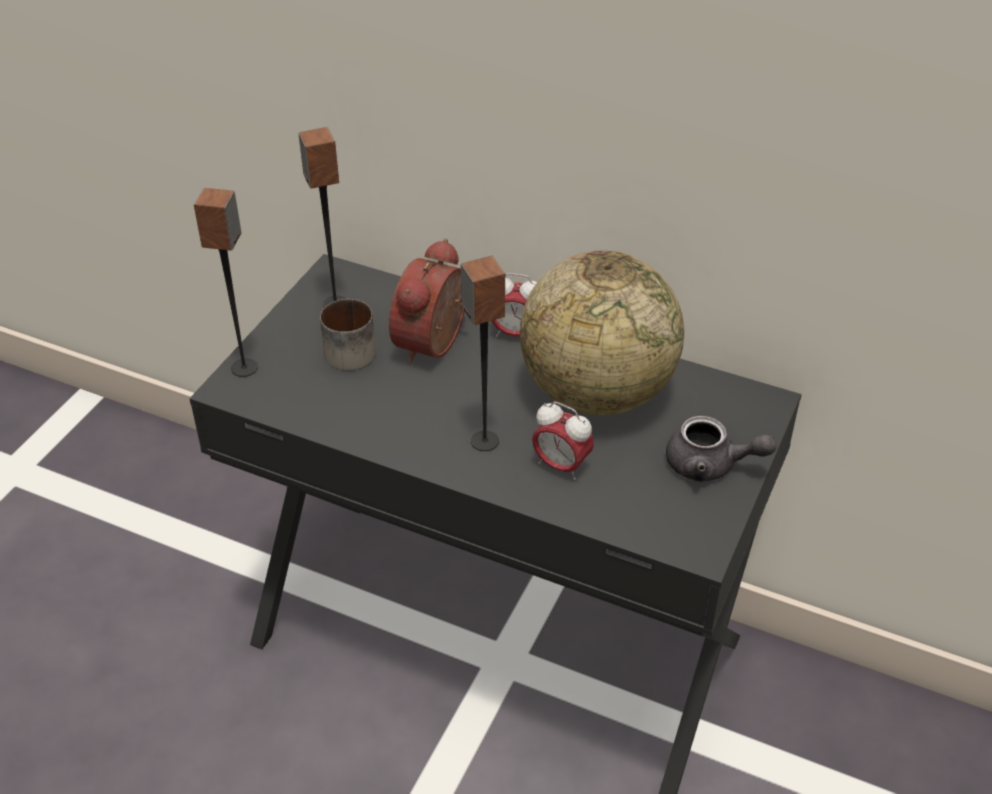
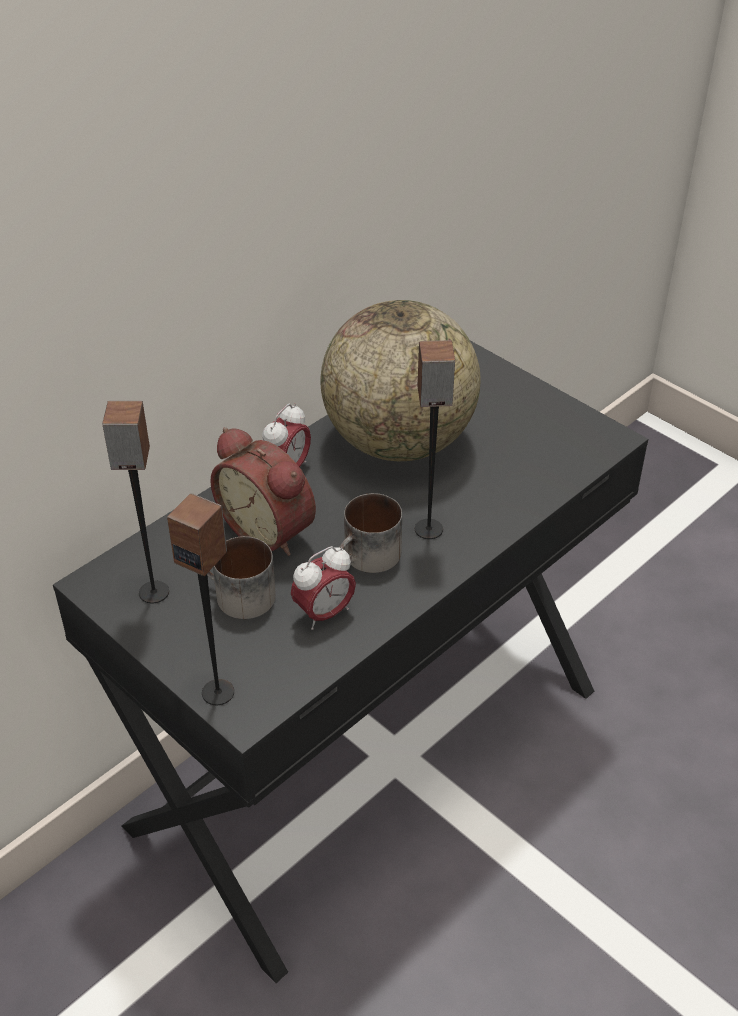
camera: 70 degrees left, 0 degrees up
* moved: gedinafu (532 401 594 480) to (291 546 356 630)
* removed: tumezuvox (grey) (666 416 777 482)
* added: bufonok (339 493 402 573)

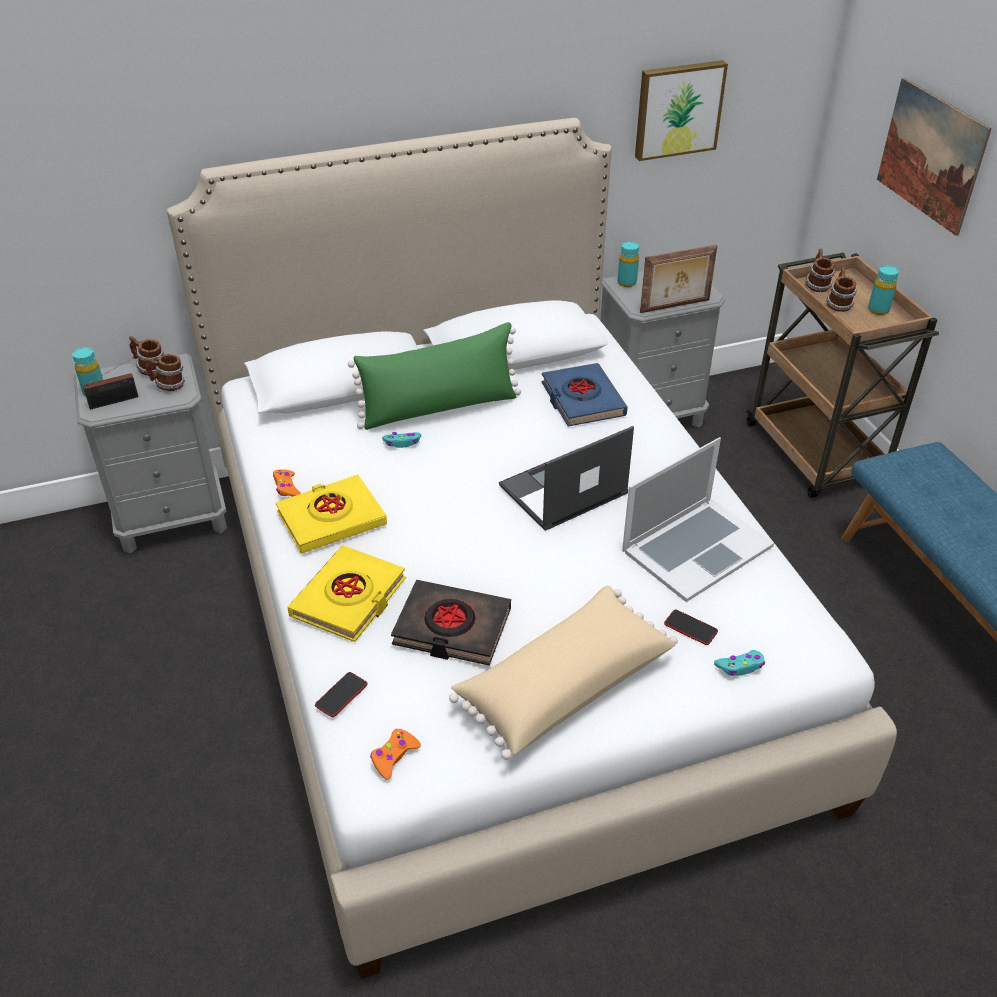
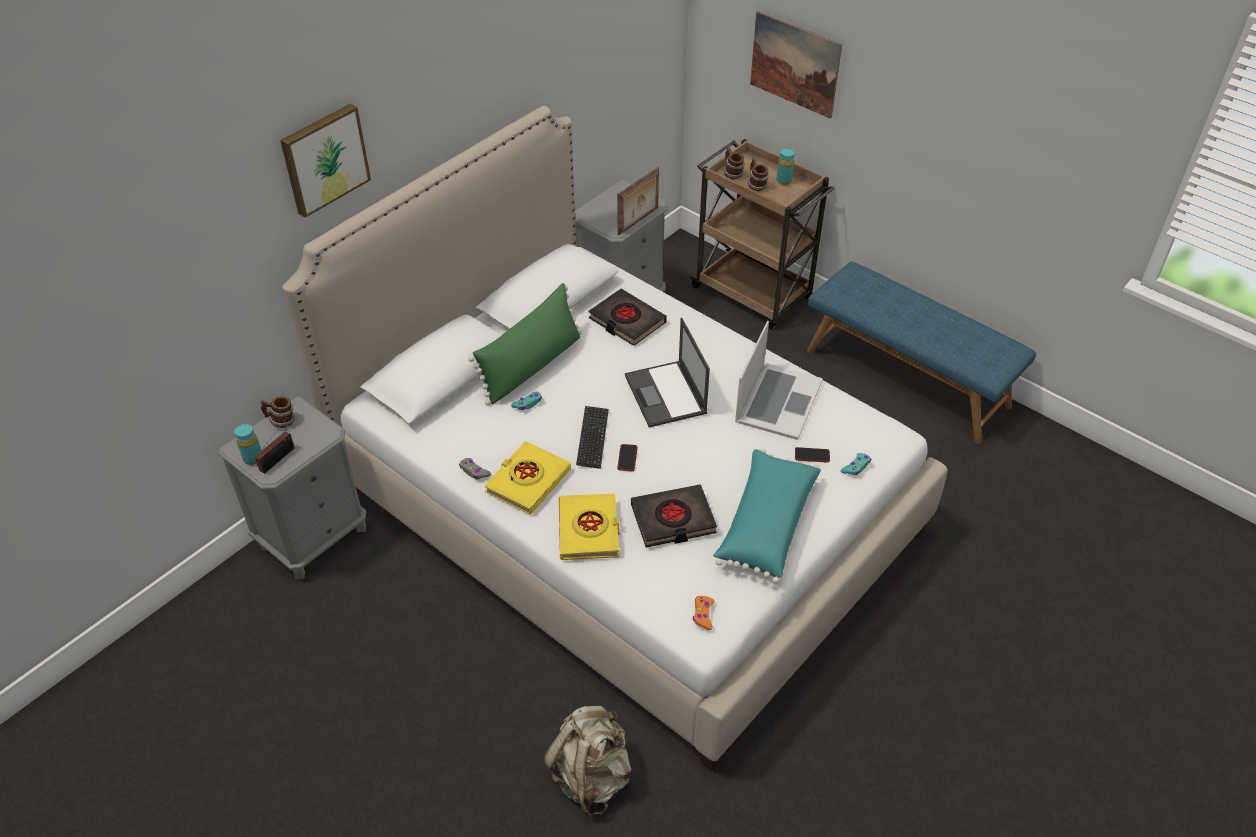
camera: 30 degrees left, 5 degrees up
* removed: bufonok (145 354 185 391)
* recoloured: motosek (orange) (273 469 301 497) to motosek (grey) (459 458 491 479)
* moved: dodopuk (315 672 368 717) to (617 444 638 471)
* recoloured: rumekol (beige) (449 586 678 760) to rumekol (turquoise) (713 449 821 584)
* turned: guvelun (499 426 634 531) = (625 318 710 428) 45 degrees counterclockwise
* recoloured: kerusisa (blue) (542 363 628 426) to kerusisa (black) (589 289 667 346)
* removed: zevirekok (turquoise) (617 241 639 287)
* moved: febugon (635 60 728 161) to (280 103 371 218)
* added: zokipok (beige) (544 706 631 816)
* added: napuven (576 406 609 469)

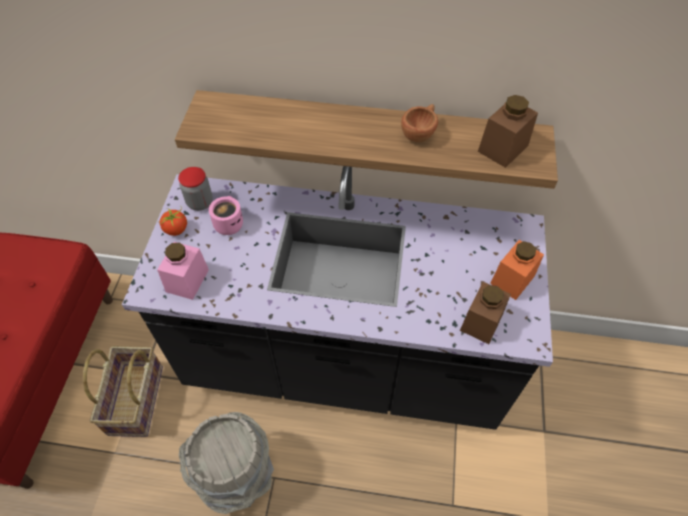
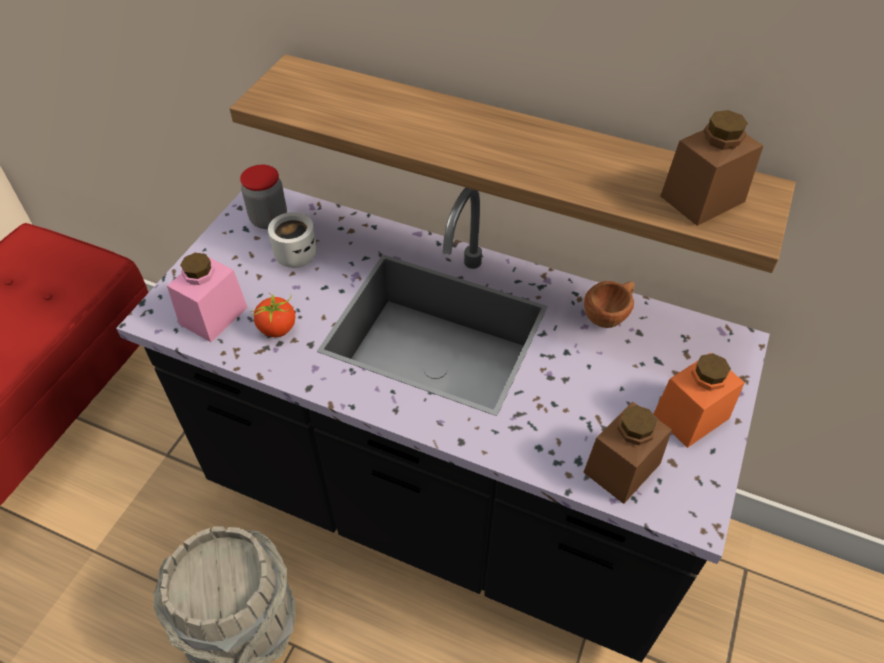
camera: 15 degrees right, 5 degrees down
* removed: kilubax (83 346 163 437)
* moved: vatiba (159 207 187 236) to (251 294 295 337)
* recoloured: bufonok (pink) (209 196 243 235) to bufonok (white) (268 212 317 268)
* moved: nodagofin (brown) (401 104 438 143) to (584 281 635 328)

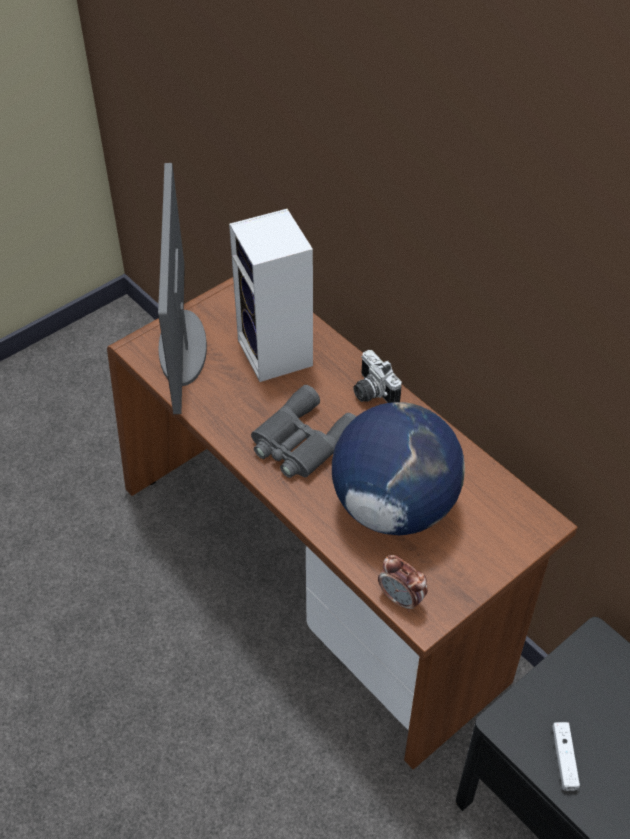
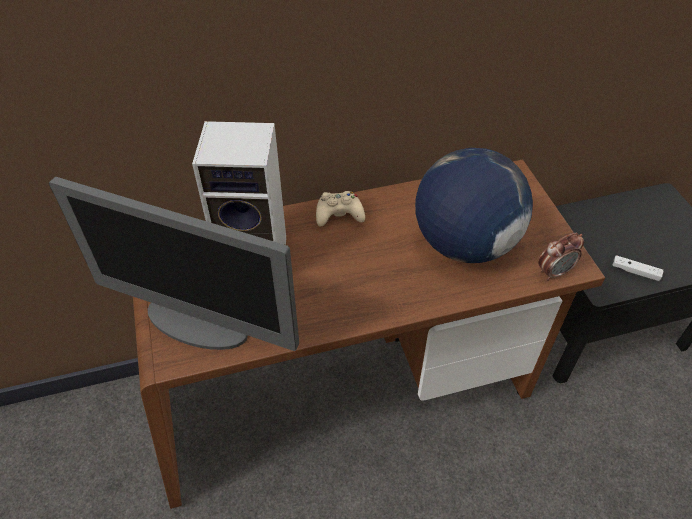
camera: 65 degrees left, 0 degrees up
* removed: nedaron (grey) (251 385 356 478)
* replaced: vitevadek (353 350 402 403) to motosek (beige) (316 191 365 226)

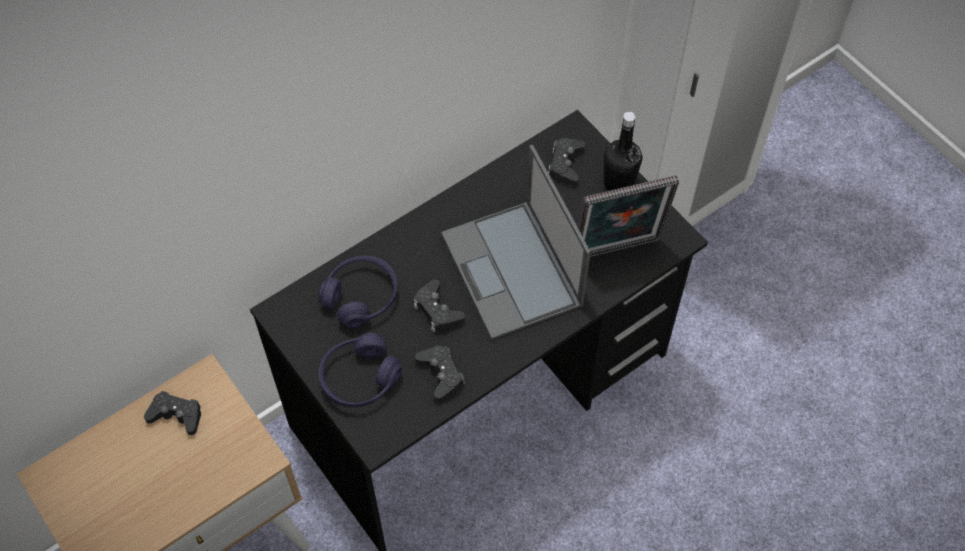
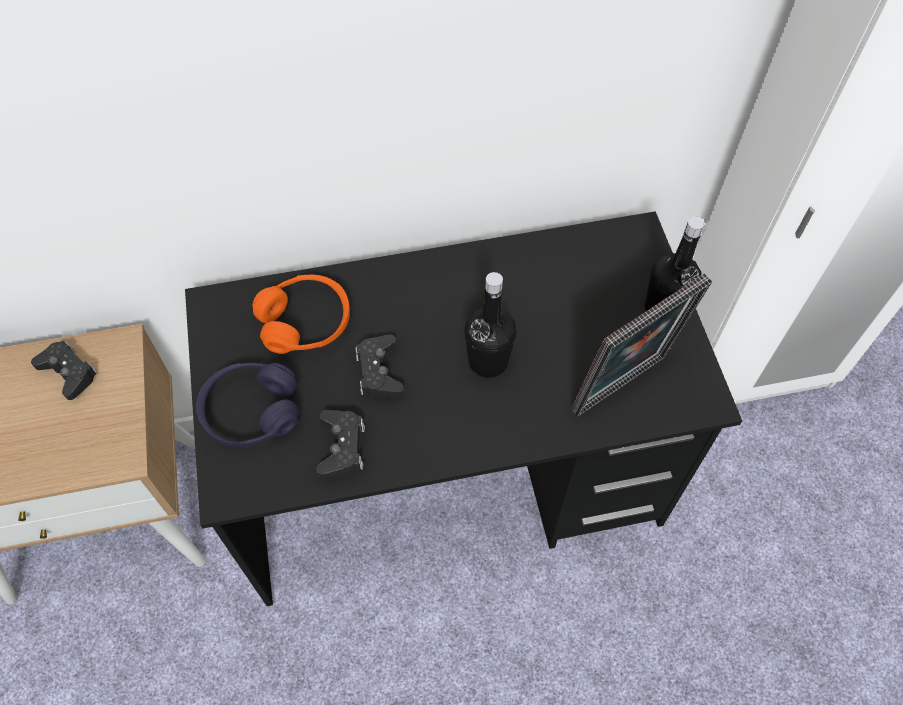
camera: 25 degrees right, 0 degrees up
* recoloured: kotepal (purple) (318 256 398 328) to kotepal (orange) (253 275 350 354)
* replaced: guvelun (441 145 591 340) to zevirekok (black) (465 272 517 378)
* removed: motosek (black) (548 138 585 185)
* turned: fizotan (578 175 679 257) = (571 273 712 417) 45 degrees counterclockwise

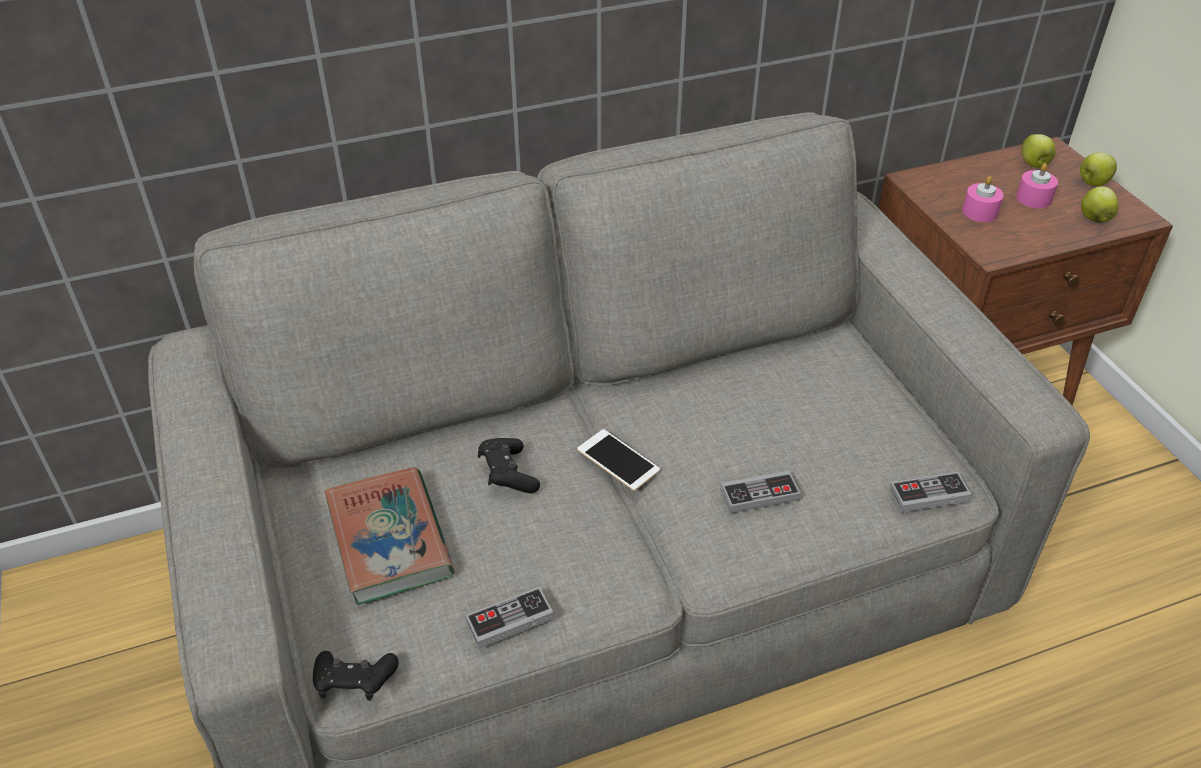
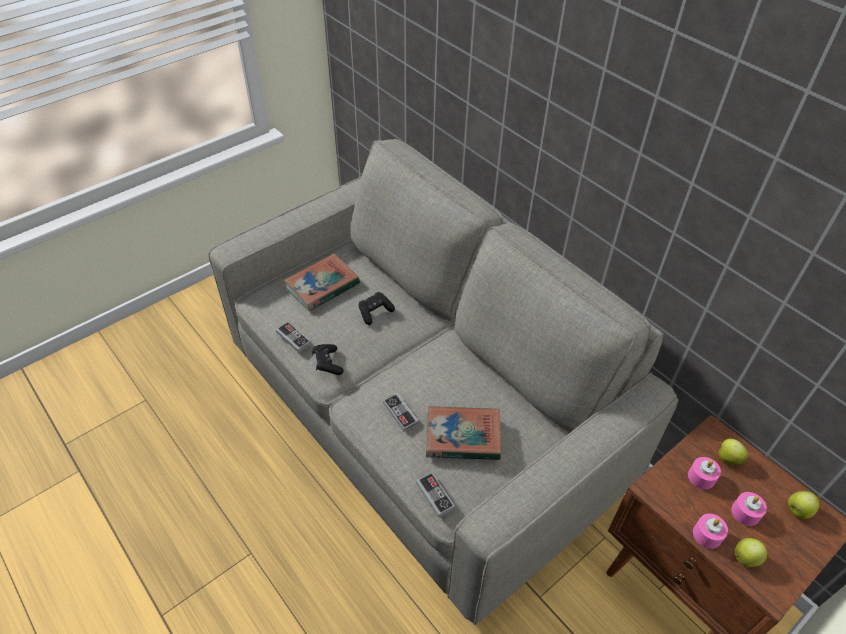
camera: 70 degrees right, 5 degrees up
* moved: motosek (black) (313 651 399 701) to (312 344 344 375)
* removed: dodopuk (577 429 660 491)
* moved: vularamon (1080 152 1117 186) to (718 439 748 466)
* added: kerusisa (426 406 501 460)
* added: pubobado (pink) (693 514 728 549)

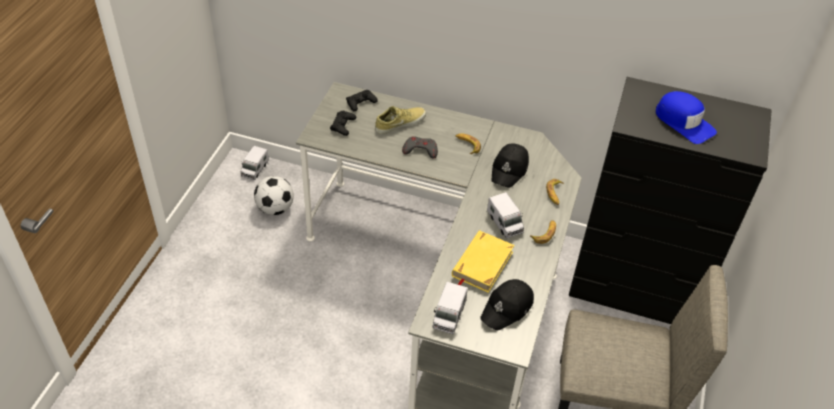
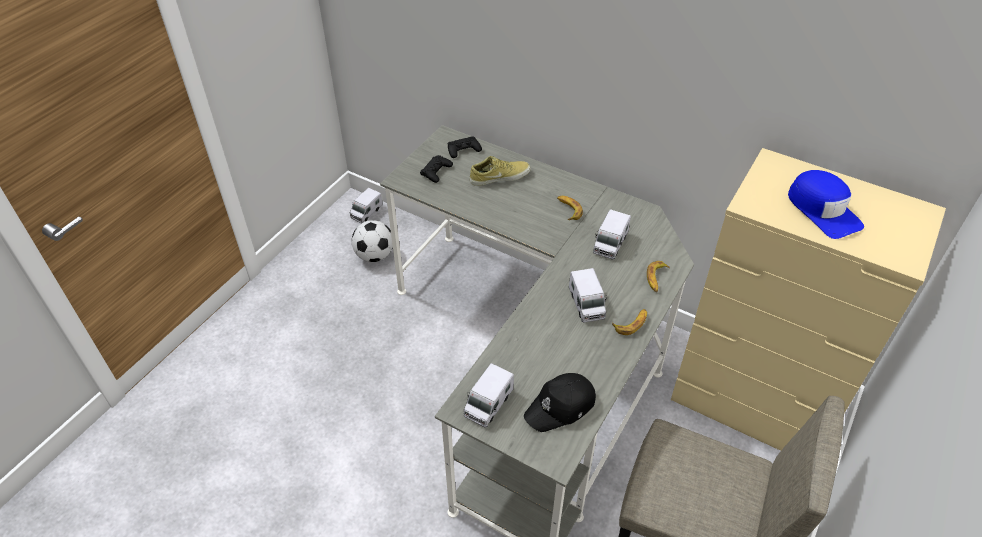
camera: 15 degrees right, 0 degrees up
* removed: motosek (grey) (402 136 438 158)
* removed: kerusisa (yellow) (452 230 514 293)
* replaced: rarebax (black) (492 143 529 188) to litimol (593 209 631 260)
* recoloured: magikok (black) (569 77 772 324) to magikok (beige) (671 148 946 451)

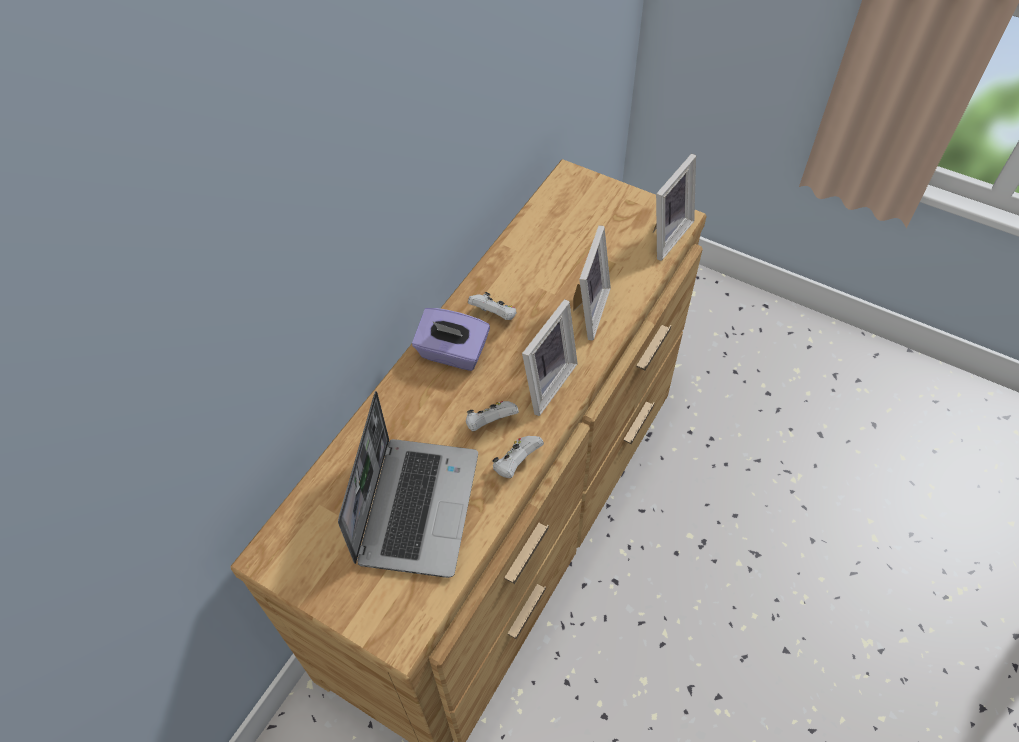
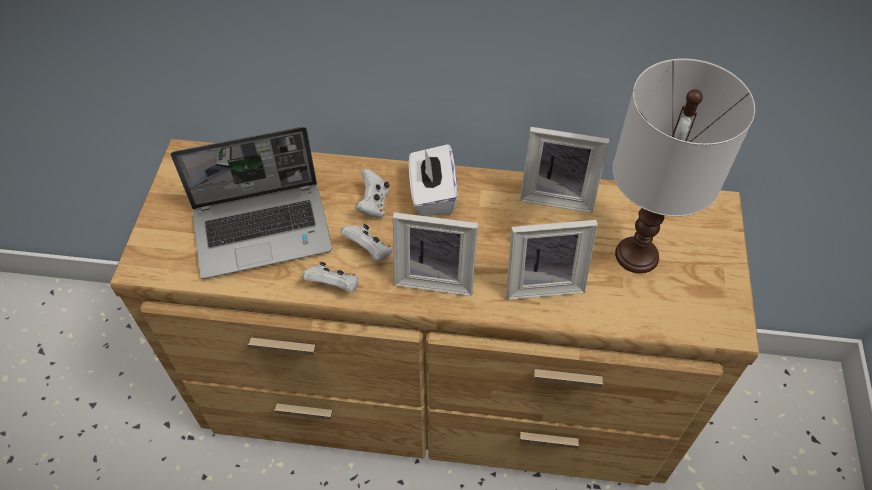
camera: 65 degrees right, 0 degrees up
* recoloured: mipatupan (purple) (412 308 490 371) to mipatupan (white) (409 144 457 216)
* moved: motosek (white) (468 292 517 320) to (355 169 389 218)
* moved: fizotan (653 154 696 261) to (520 127 610 213)
* added: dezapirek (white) (613 58 755 273)

